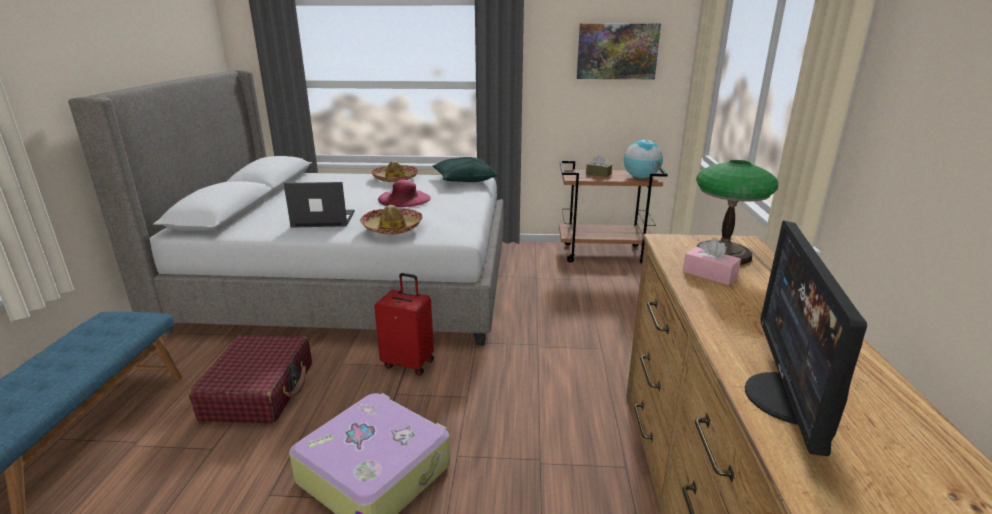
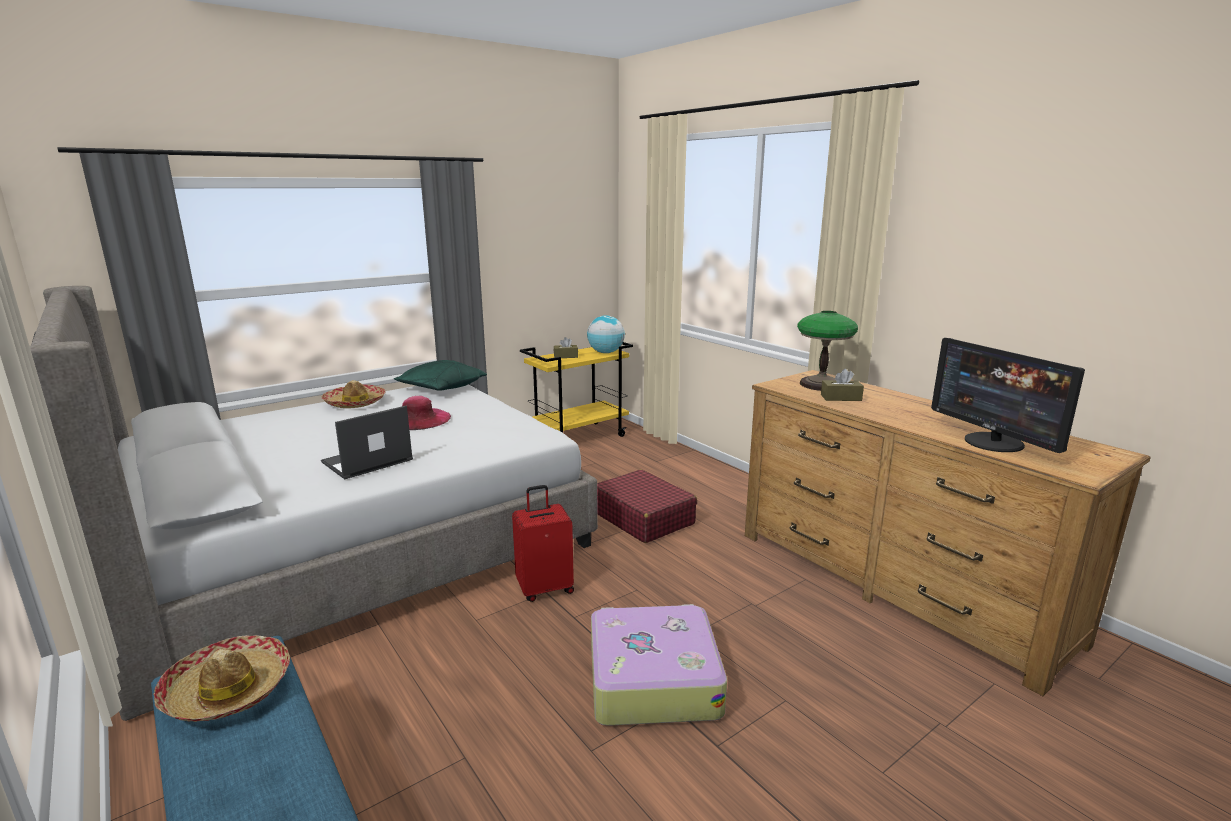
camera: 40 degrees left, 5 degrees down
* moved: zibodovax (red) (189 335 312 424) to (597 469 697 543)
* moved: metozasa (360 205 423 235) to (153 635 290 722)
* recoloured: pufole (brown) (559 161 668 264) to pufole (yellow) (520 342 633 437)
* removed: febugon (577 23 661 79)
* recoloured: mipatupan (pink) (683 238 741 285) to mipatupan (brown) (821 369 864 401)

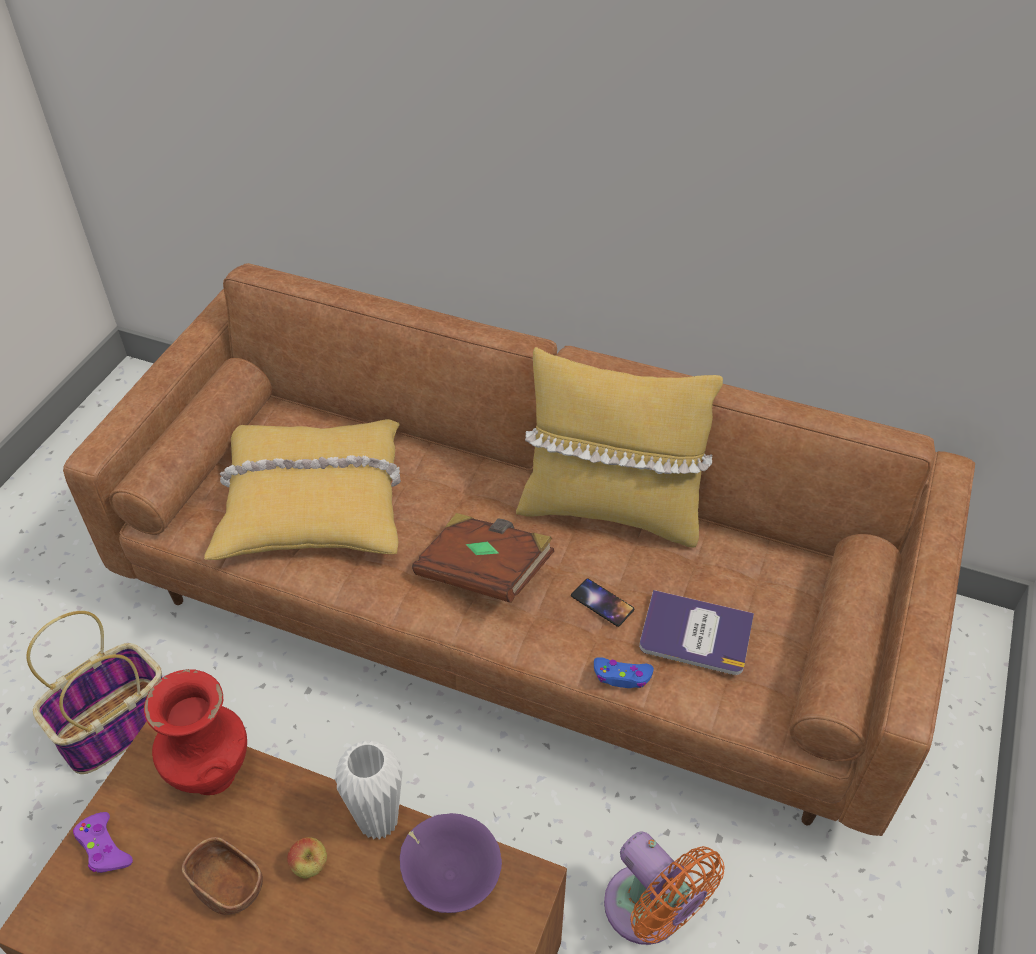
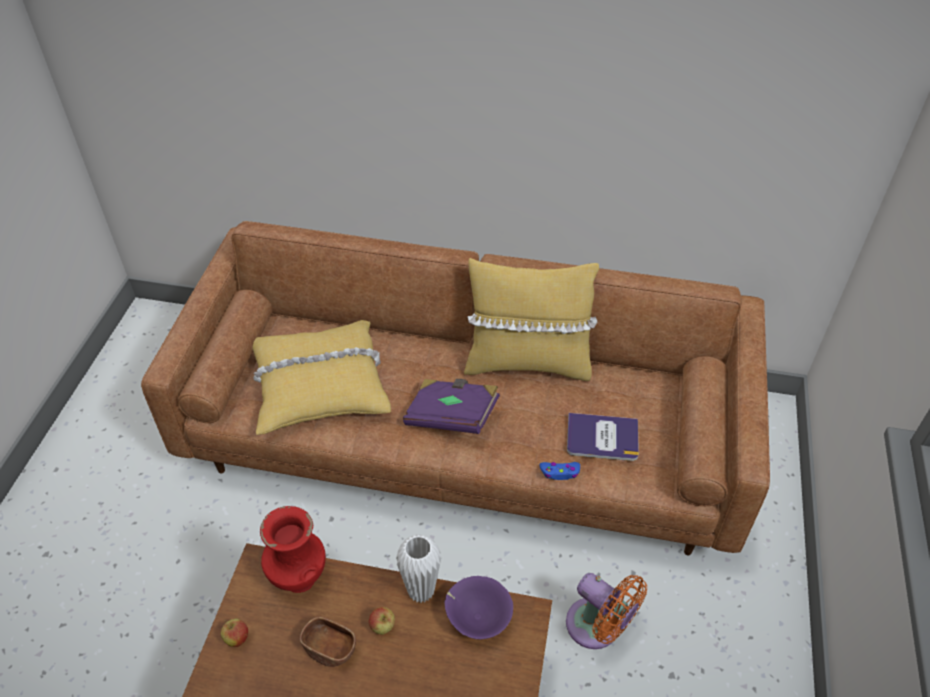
camera: 10 degrees left, 0 degrees up
* removed: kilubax (26 611 162 774)
* replaced: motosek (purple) (73 812 133 873) to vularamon (221 618 248 647)
* recoloured: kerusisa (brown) (412 513 554 603) to kerusisa (purple) (403 379 500 434)
* removed: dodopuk (571 578 634 627)

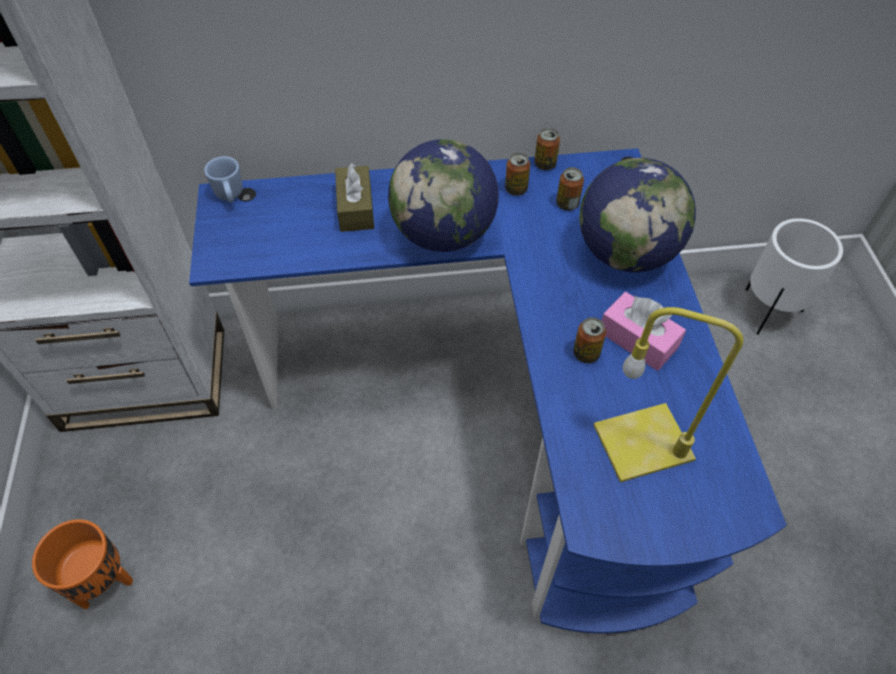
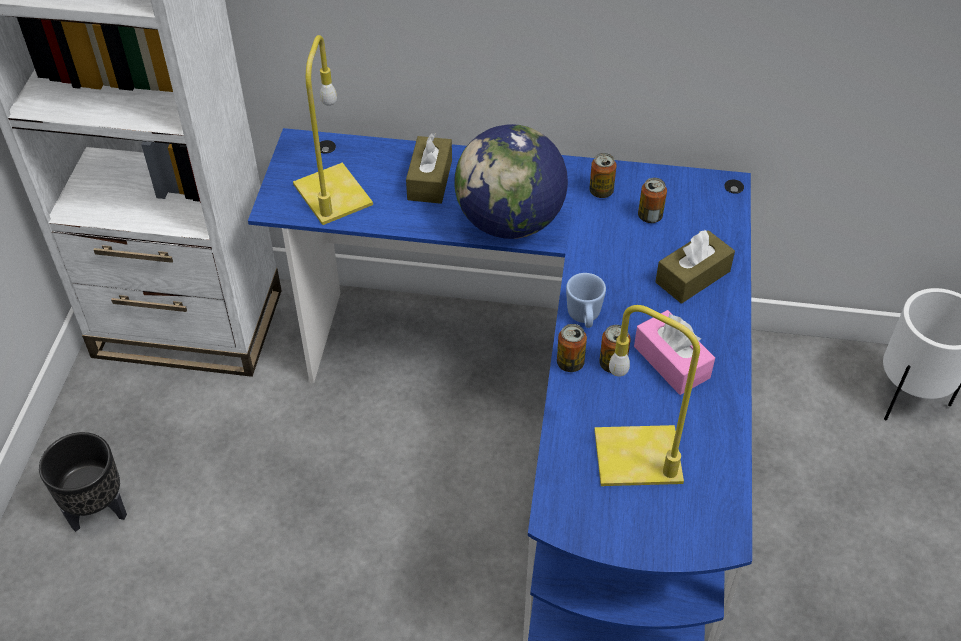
camera: 15 degrees right, 5 degrees down
* recoloured: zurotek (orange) (32 519 133 610) to zurotek (black) (39 432 127 532)
* moved: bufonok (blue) (204 156 243 202) to (566 273 606 328)
* moved: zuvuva (534 128 560 170) to (557 324 587 372)
* replaced: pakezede (579 158 696 272) to mipatupan (brown) (655 230 735 304)
* added: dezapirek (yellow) (293 35 373 225)

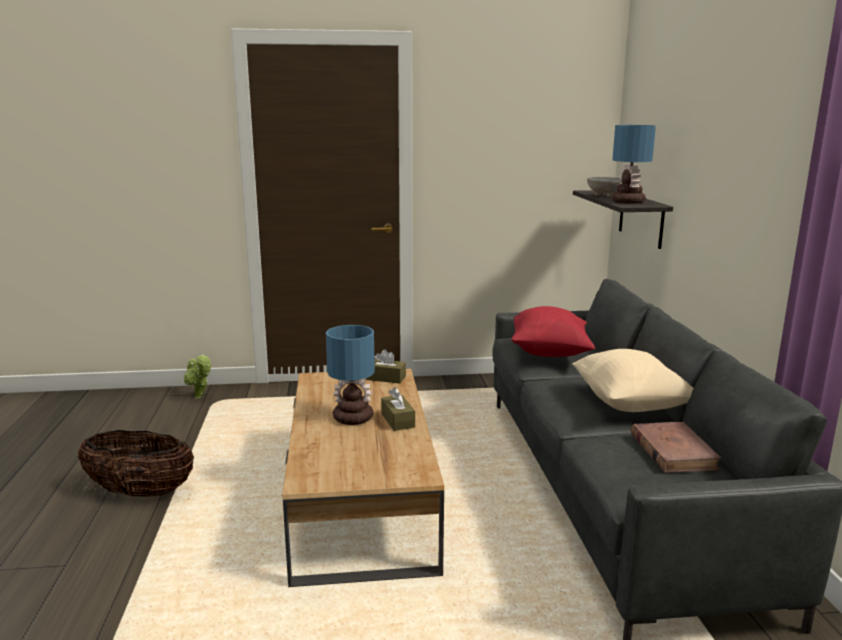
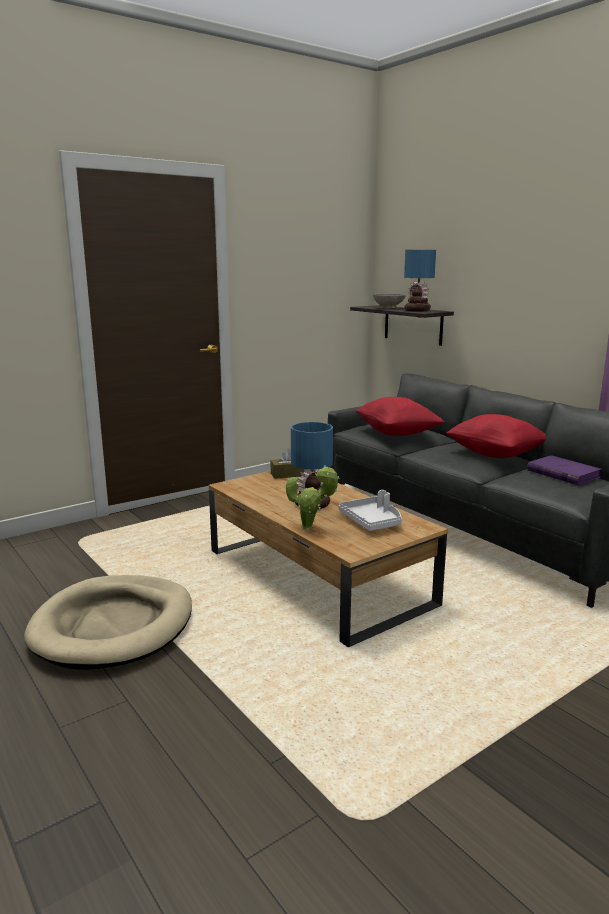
camera: 30 degrees left, 0 degrees up
* replaced: kilubax (78 430 194 497) to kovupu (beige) (24 575 192 670)
* moved: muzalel (184 354 211 399) to (286 465 340 530)
* removed: mipatupan (brown) (381 387 415 431)
* recoloured: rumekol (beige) (572 349 693 412) to rumekol (red) (446 414 546 458)
* recoloured: kerusisa (brown) (631 422 722 473) to kerusisa (purple) (527 455 602 485)
* added: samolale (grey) (339 490 402 531)

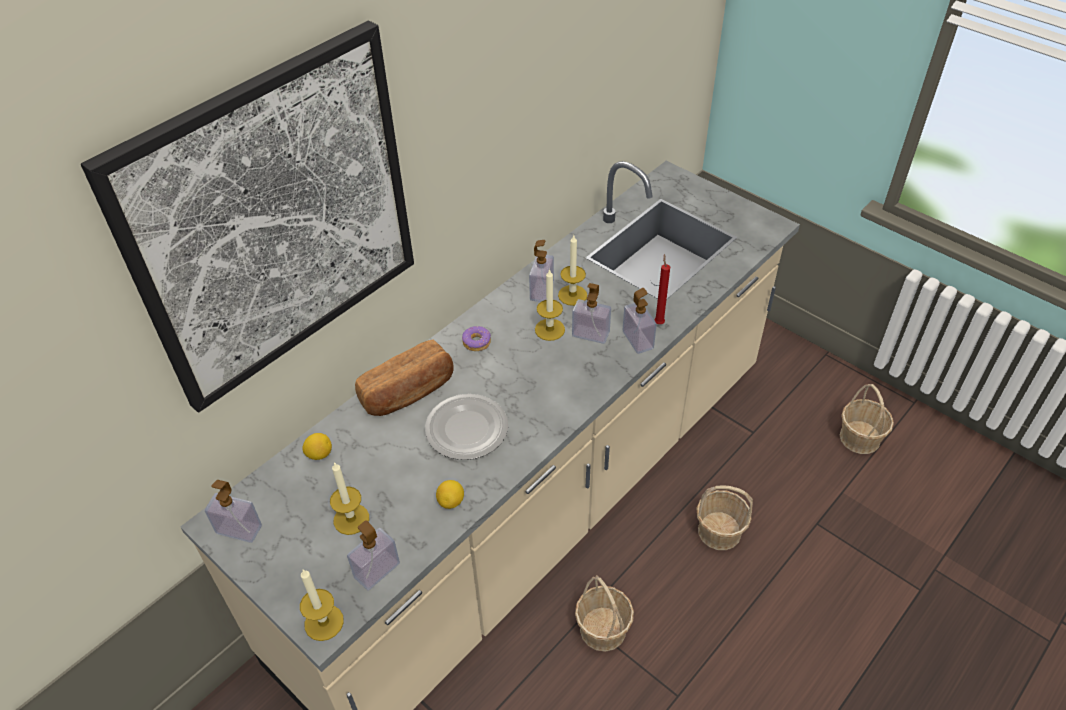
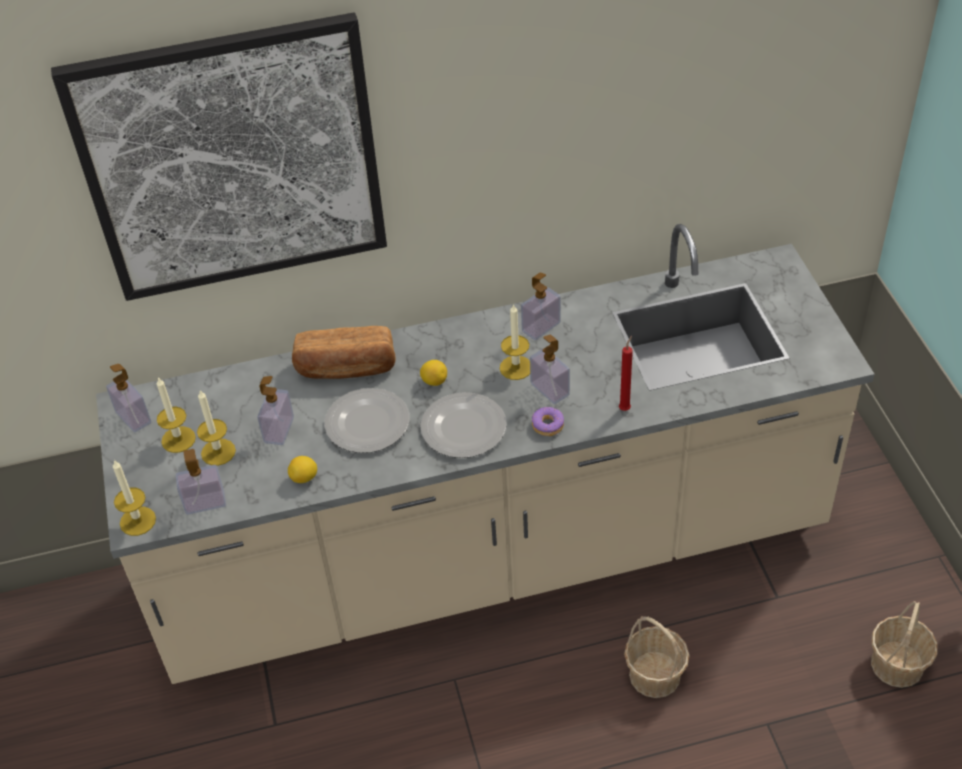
camera: 35 degrees right, 0 degrees up
* moved: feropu (303 433 332 460) to (420 360 447 386)
* moved: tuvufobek (462 326 491 351) to (532 407 564 436)
* moved: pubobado (558 235 587 306) to (157 377 196 453)
* removed: kilubax (575 575 634 652)
* moved: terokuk (623 288 657 354) to (258 376 294 445)
* added: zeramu (420 392 507 458)

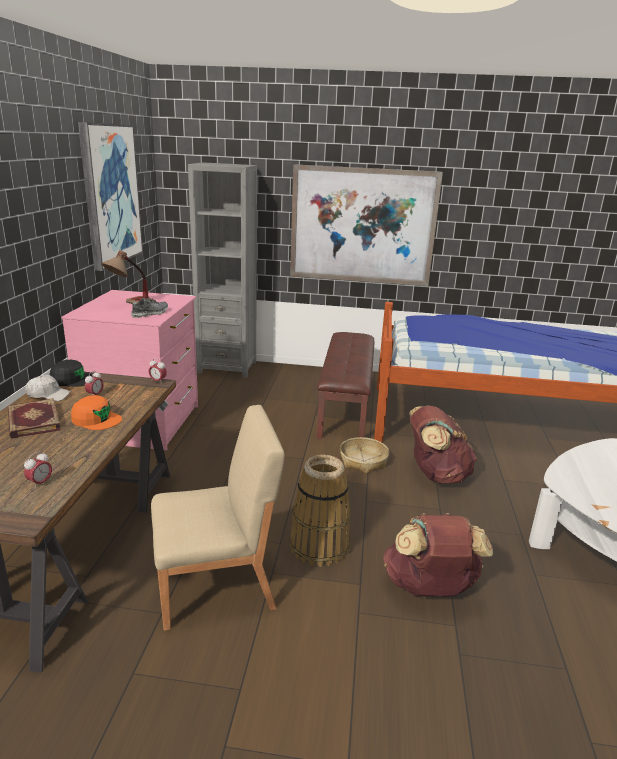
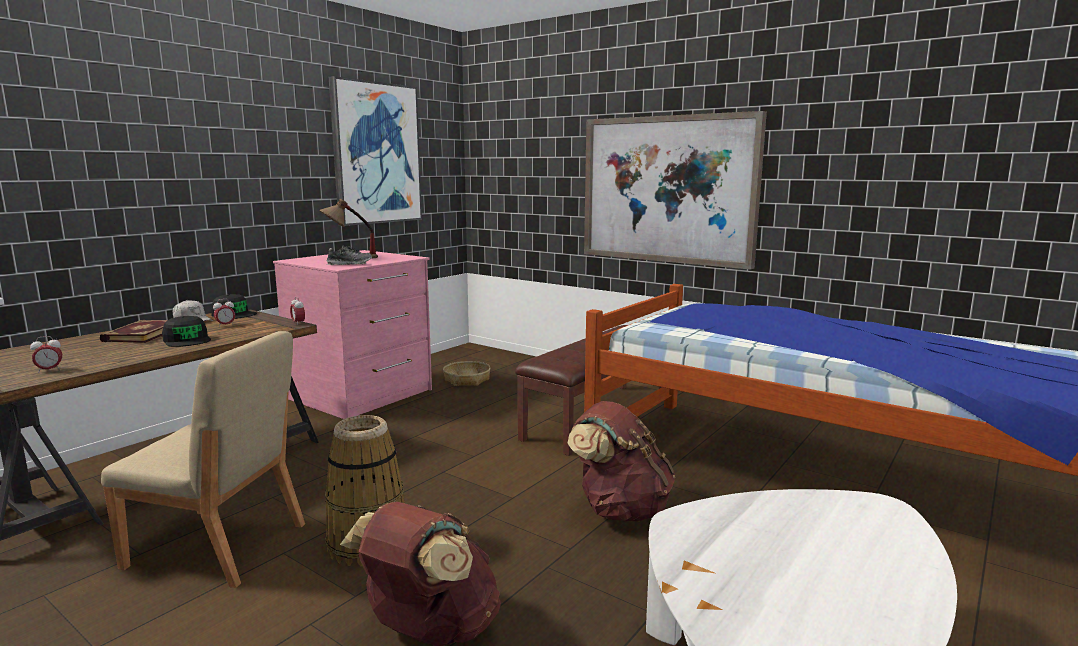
camera: 30 degrees right, 10 degrees down
* recoloured: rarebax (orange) (71 395 122 430) to rarebax (black) (162 316 211 347)
* removed: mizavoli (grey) (188 162 257 378)
* moved: kilubax (340 437 389 474) to (443 361 490 386)

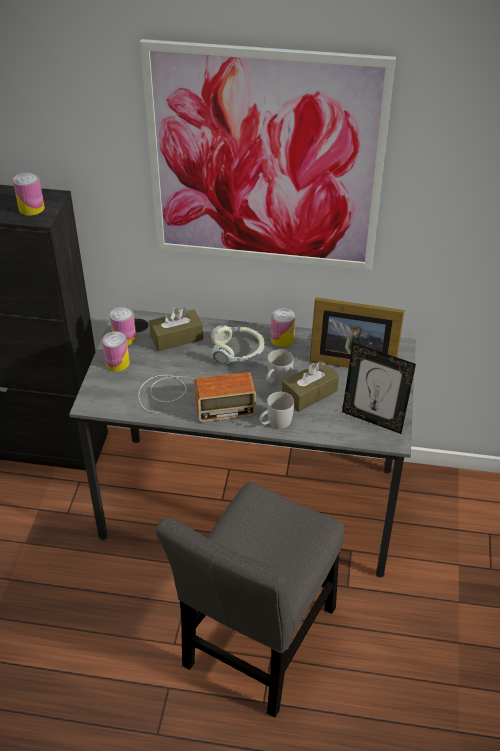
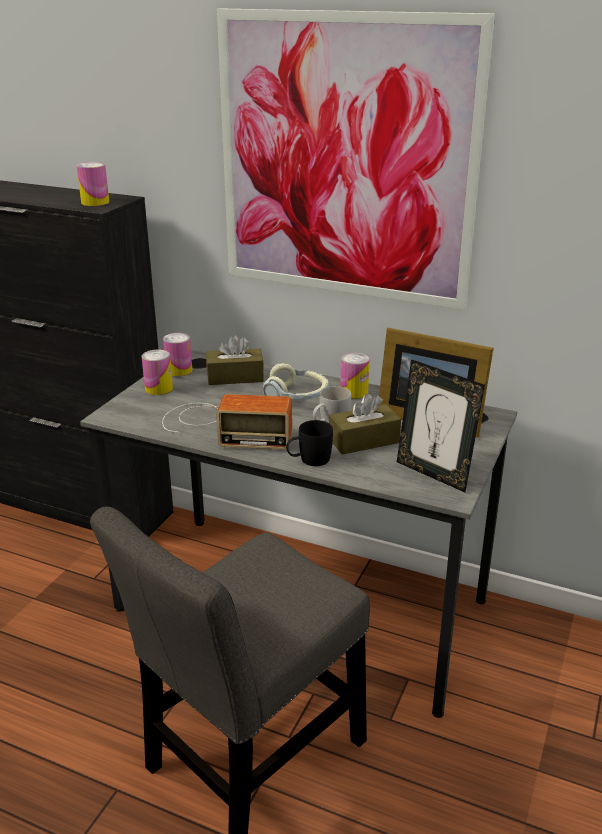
camera: 15 degrees right, 15 degrees down
* recoloured: bufonok (white) (260 392 294 429) to bufonok (black) (286 420 333 466)

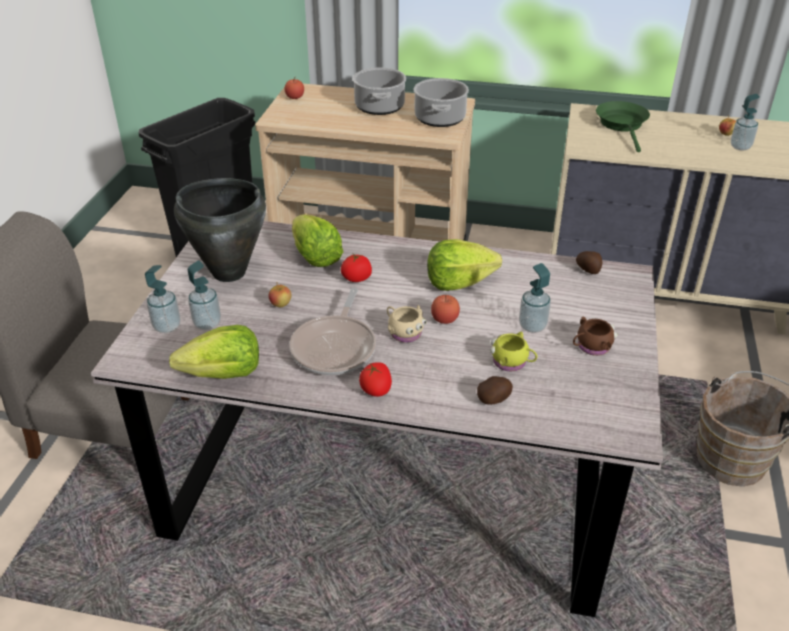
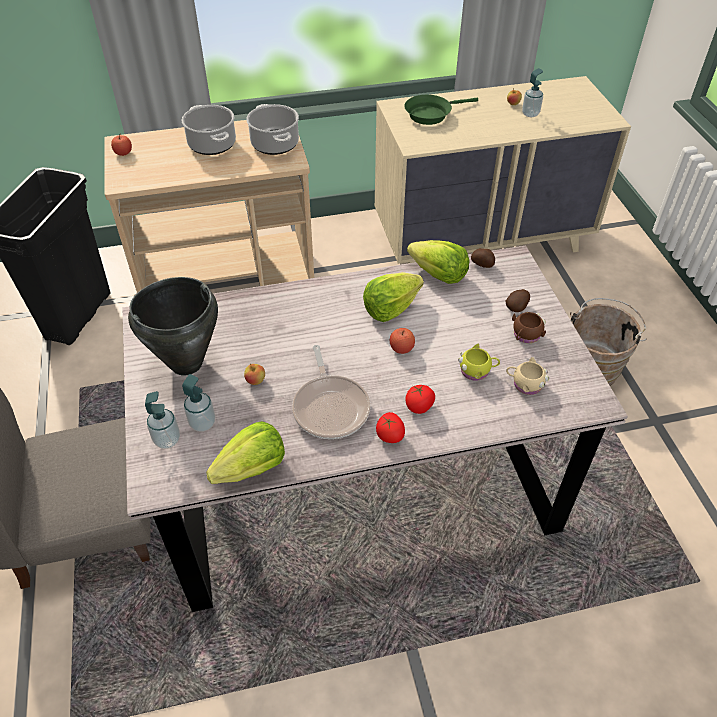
camera: 25 degrees left, 10 degrees up
* moved: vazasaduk (292 214 343 267) to (407 240 470 284)
* moved: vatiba (341 253 372 282) to (405 385 435 414)
* moved: bufonok (beige) (387 305 426 343) to (506 357 549 395)
* moved: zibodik (477 376 513 405) to (505 289 530 312)
* removed: terokuk (519 263 551 333)
* turned: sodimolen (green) (596 101 650 152) = (404 95 478 125) 90 degrees counterclockwise

